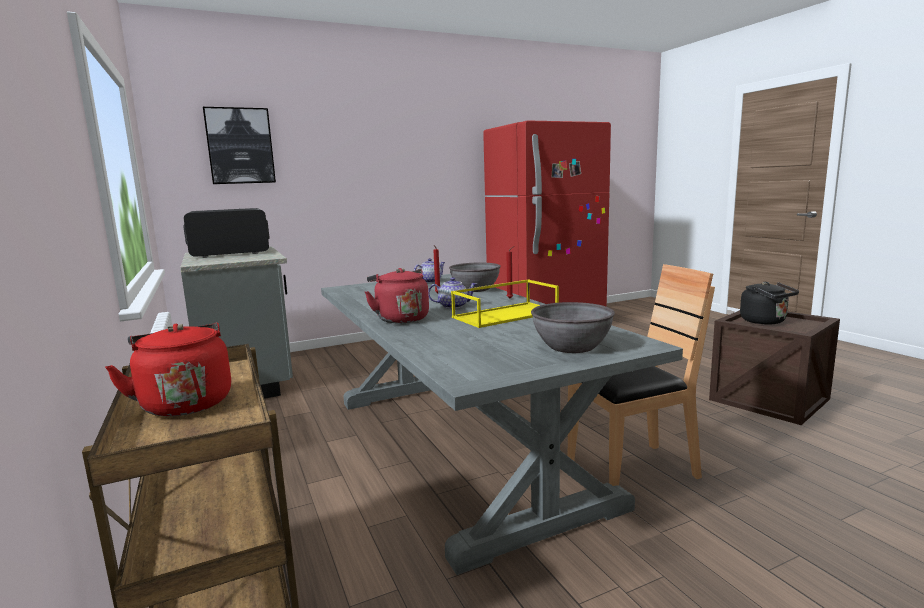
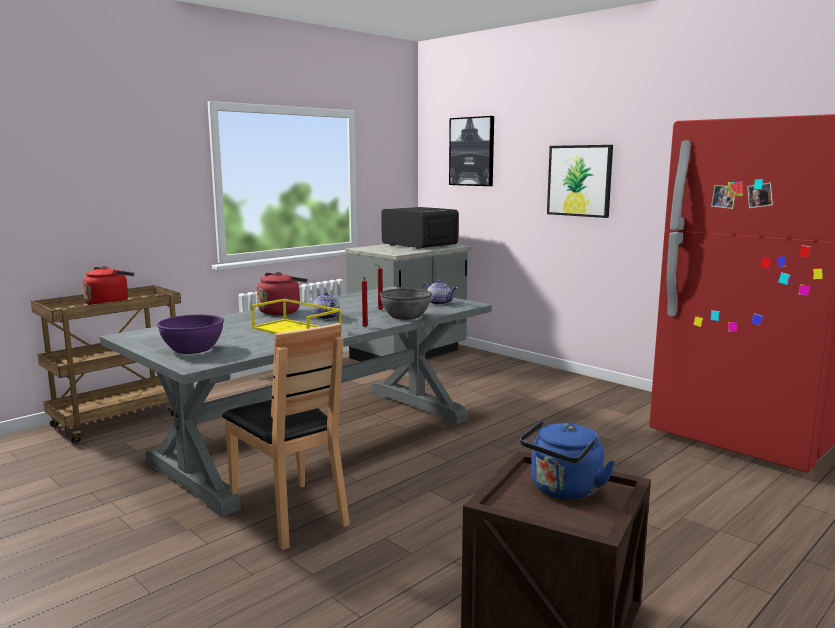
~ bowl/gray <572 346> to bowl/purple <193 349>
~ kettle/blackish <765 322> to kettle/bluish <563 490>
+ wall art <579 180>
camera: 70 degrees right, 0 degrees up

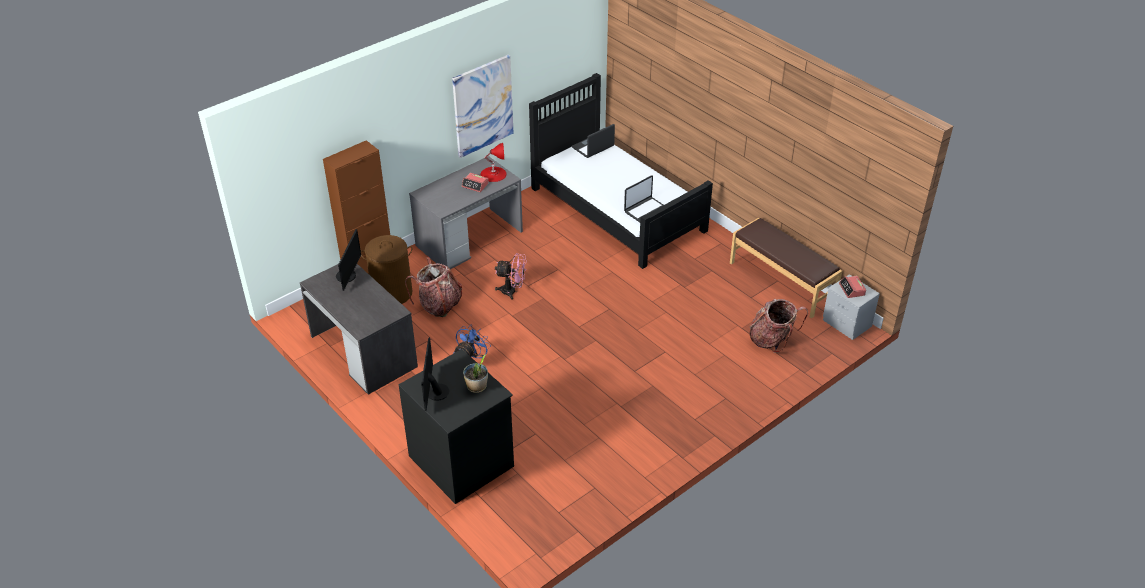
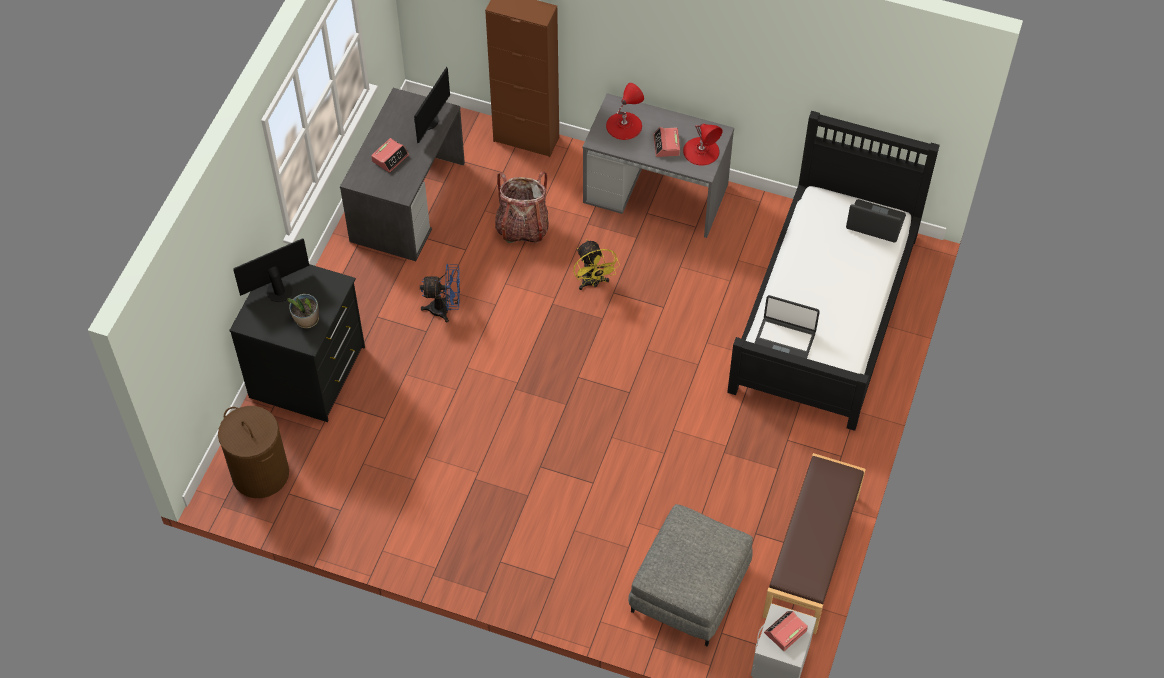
~ computer display <348 276> = <429 121> 45 degrees counterclockwise
~ hamper/brown <392 293> to <260 473>
- wall art <483 106>
~ fan/pink-coloured <512 291> to fan/yellowish <593 283>
~ rucksack <772 340> to footrest/gray <690 588>
+ table clock <390 158>
+ lamp for a table/red <624 125>
camera: 60 degrees right, 15 degrees up

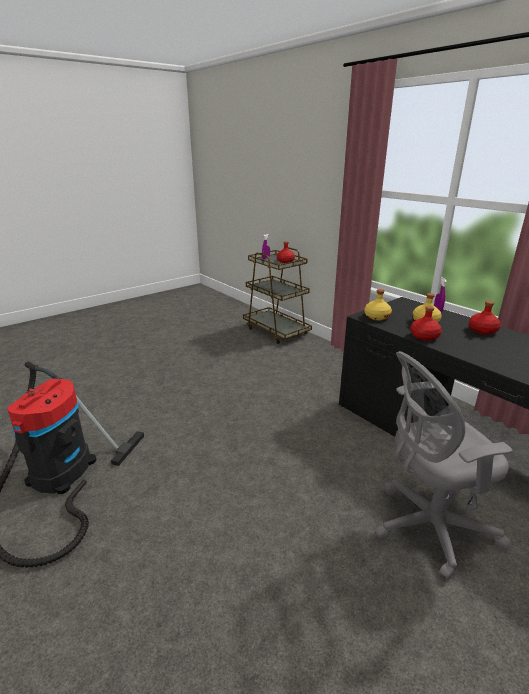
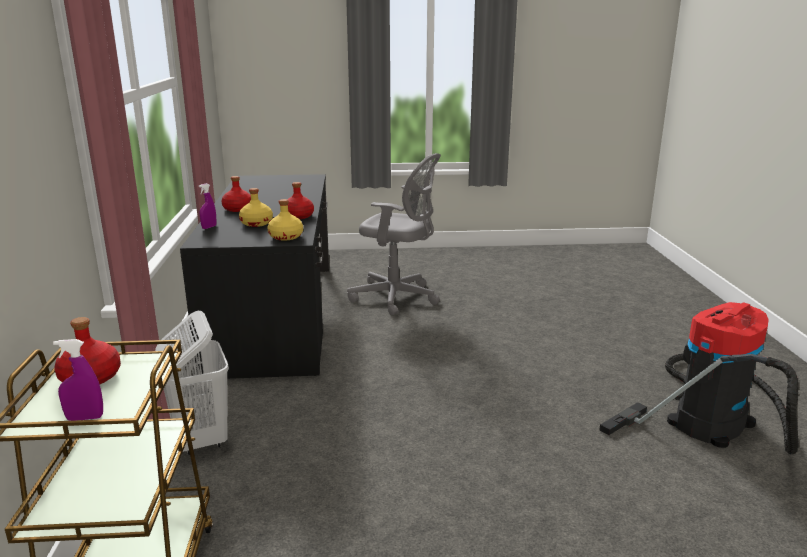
+ hamper/white-coloured <201 439>
camera: 145 degrees left, 5 degrees down

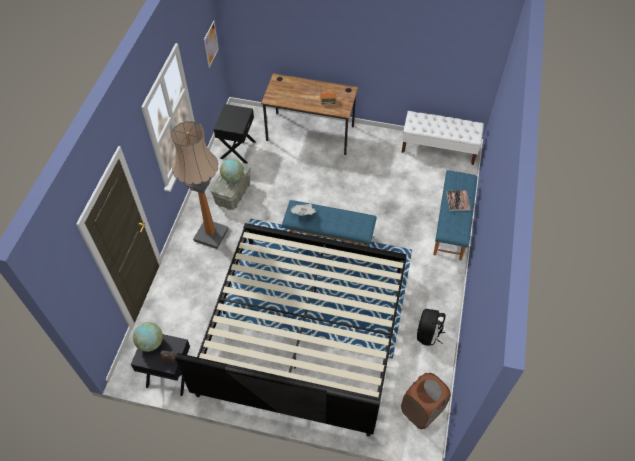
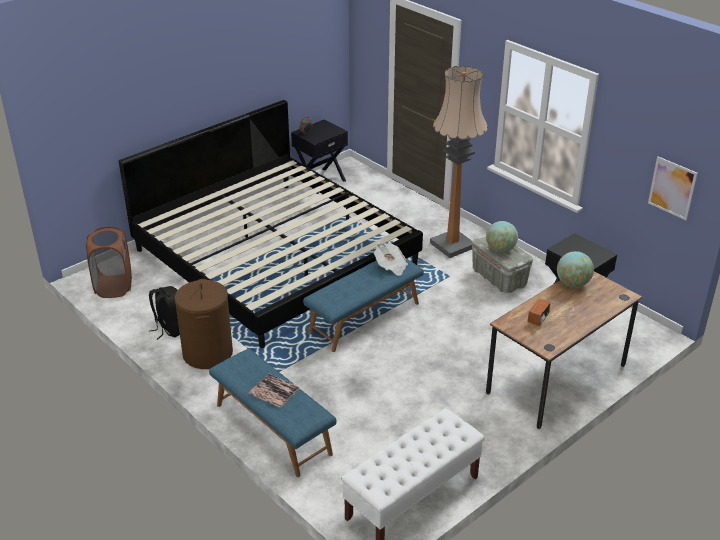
~ world globe <150 343> to <572 284>
+ hamper/brown <208 353>
camera: 125 degrees right, 20 degrees down

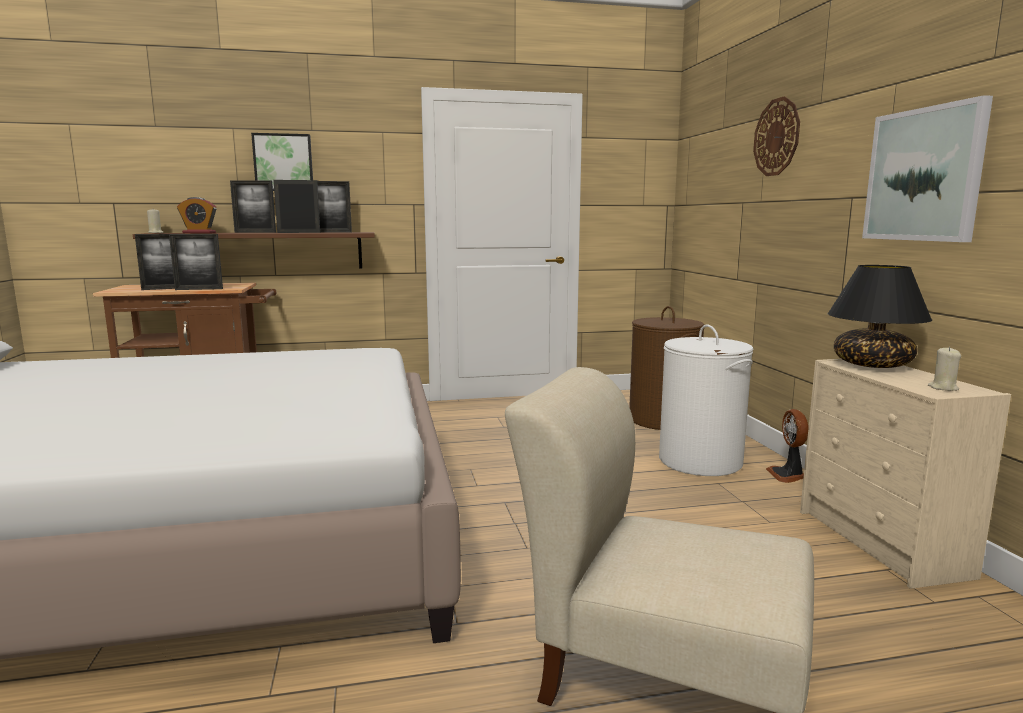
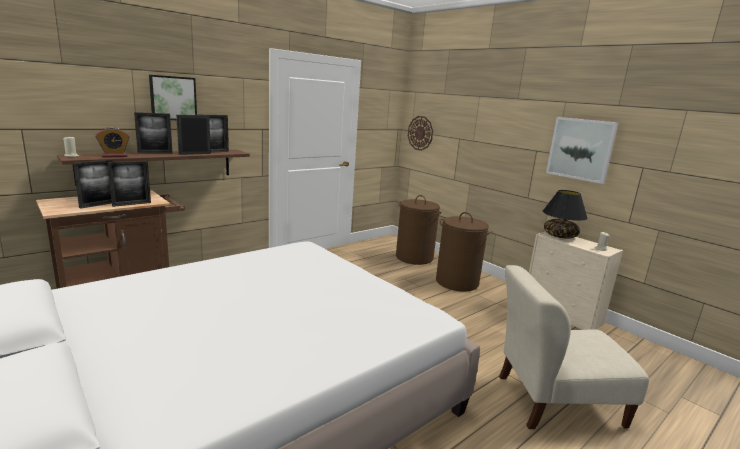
~ hamper/white-coloured <700 461> to hamper/brown <457 282>
~ clock on the wall <776 137> to <420 133>
- fan <788 475>
camera: 30 degrees left, 5 degrees up

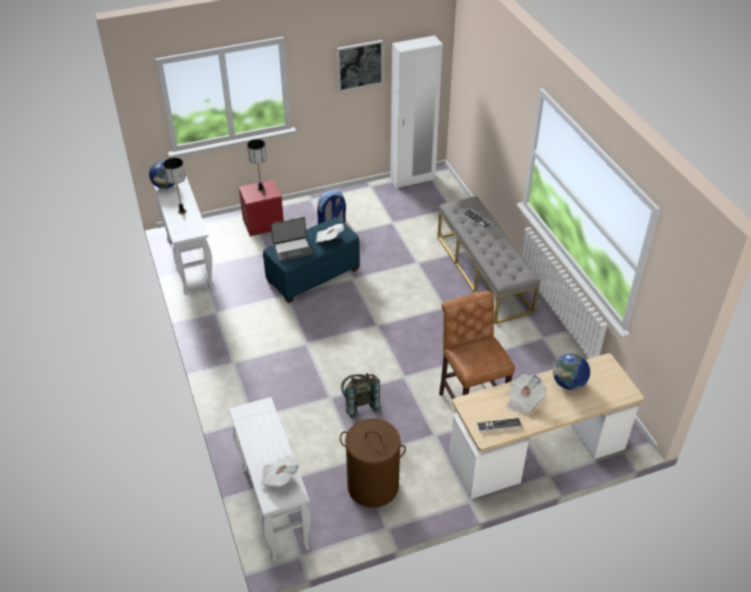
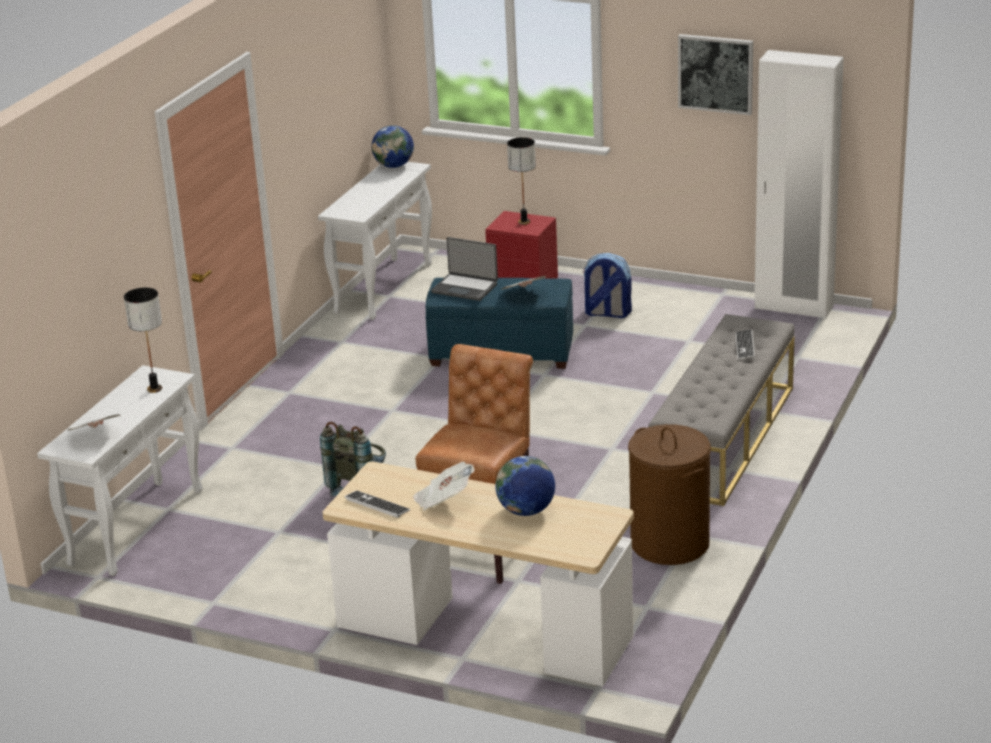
~ lamp for a table <182 211> to <155 389>
~ hamper/brown <372 486> to <669 543>
camera: 45 degrees right, 15 degrees down

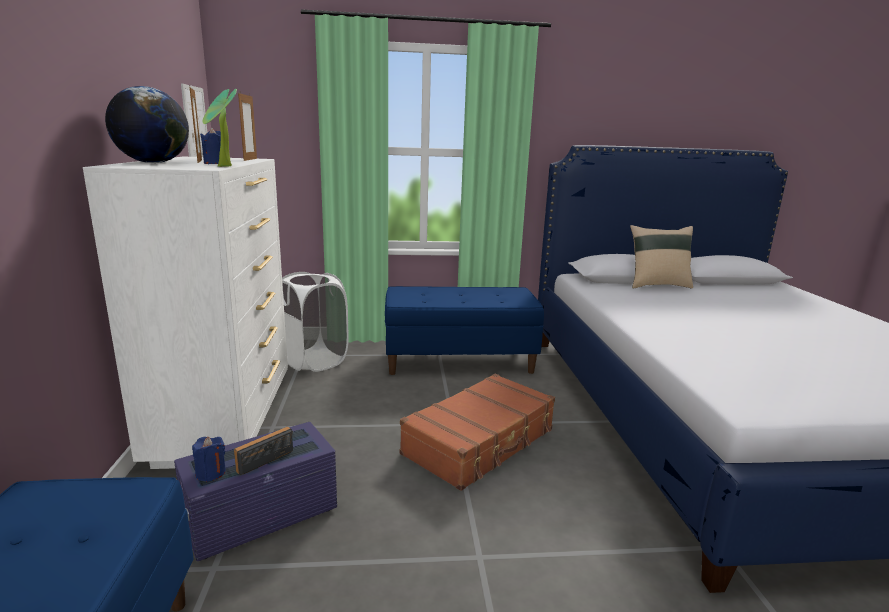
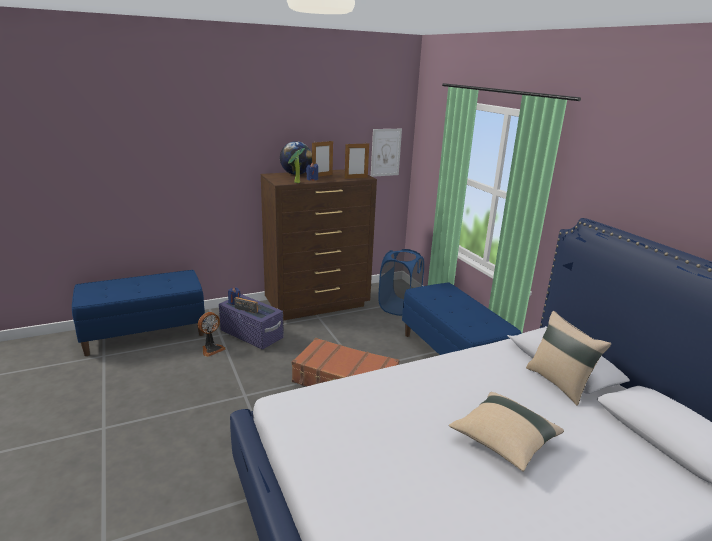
~ dresser/white-coloured <227 418> to dresser/brown <318 304>
~ hamper/white-coloured <313 360> to hamper/bluish <399 307>
+ fan <211 349>
+ cushion/sand-coloured <503 441>
camera: 70 degrees right, 5 degrees up

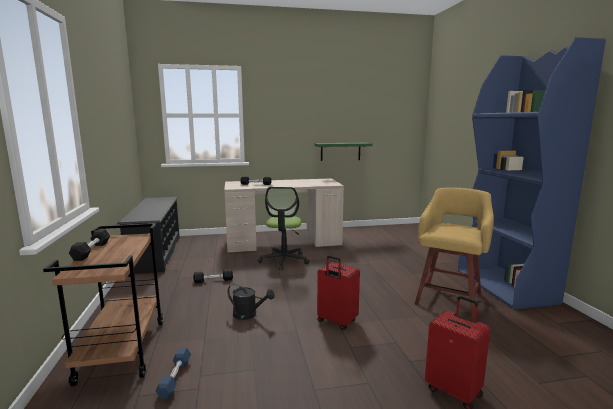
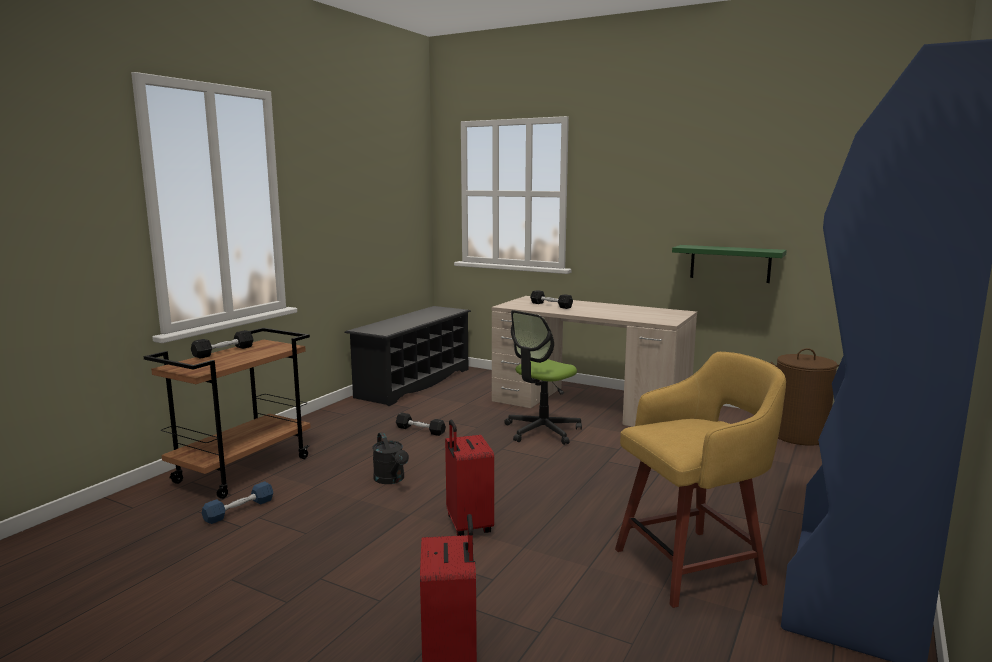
+ hamper/brown <799 435>
camera: 40 degrees right, 0 degrees up

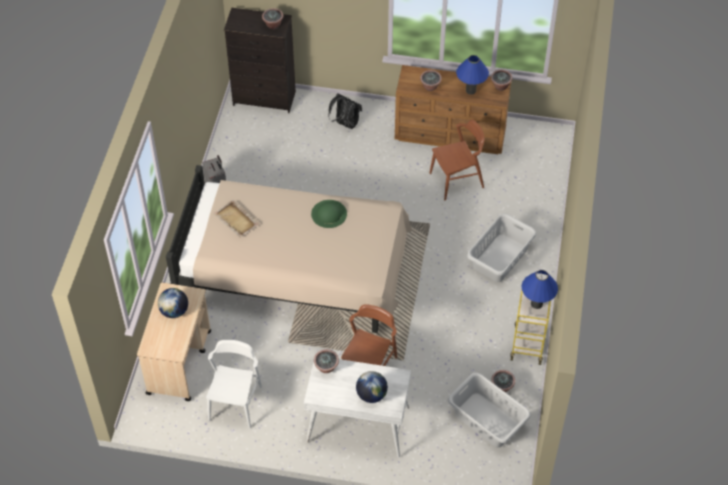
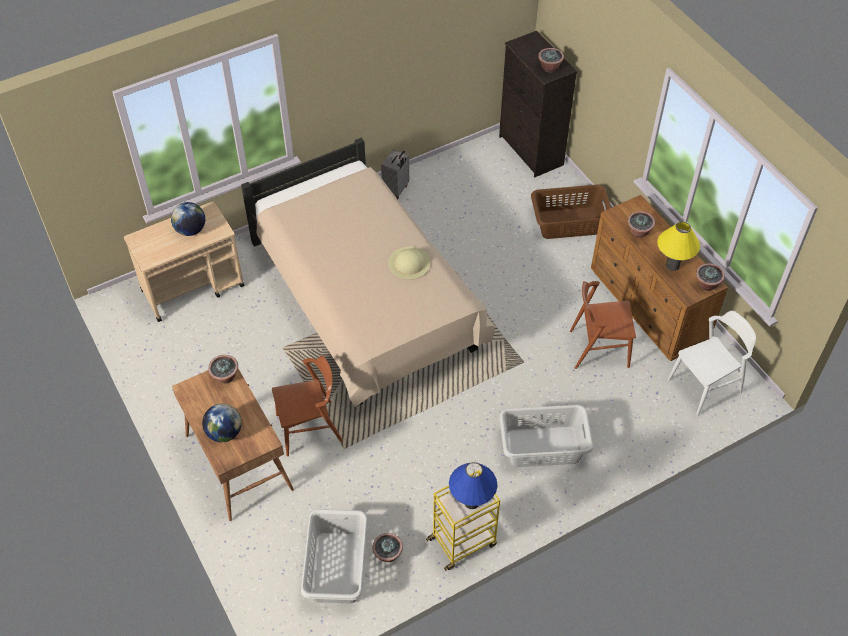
~ chair/white-coloured <235 403> to <705 386>
- serving tray/sand-coloured <236 220>
~ desk table/white-coloured <357 425> to desk table/brown <238 462>
~ wearable hat/green <329 213> to wearable hat/sand-coloured <409 263>
~ rucksack/blackish <345 124> to hamper/brown <568 223>
~ chair/brown <457 180> = <599 348> 150 degrees clockwise
~ lamp for a table/bluish <470 90> to lamp for a table/yellowish <672 265>
camera: 50 degrees right, 0 degrees up

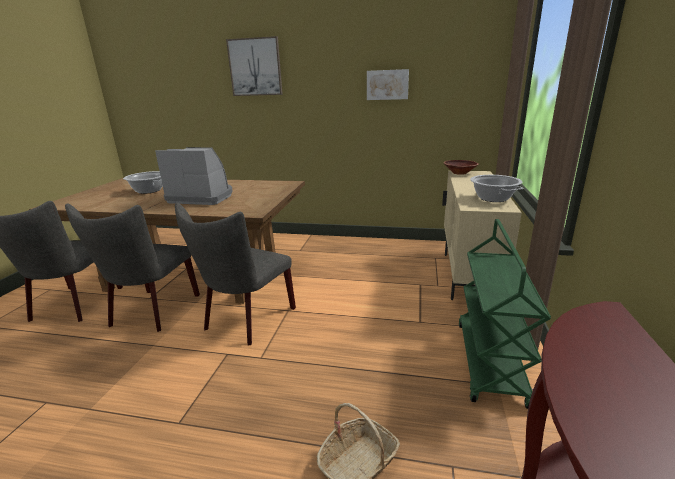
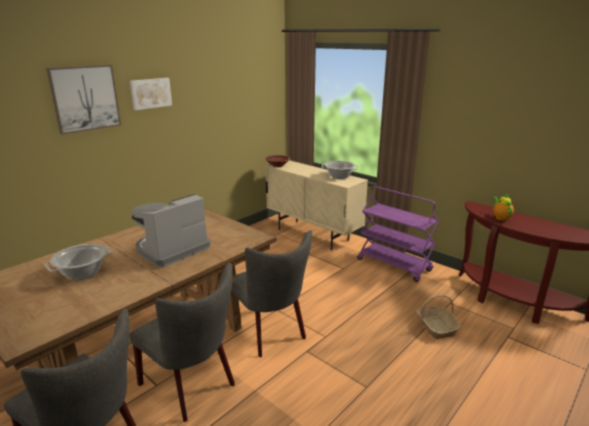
~ wall art <387 84> to <150 93>
~ cart/green <490 363> to cart/purple <394 265>
+ tea pot <500 217>
camera: 60 degrees left, 0 degrees up

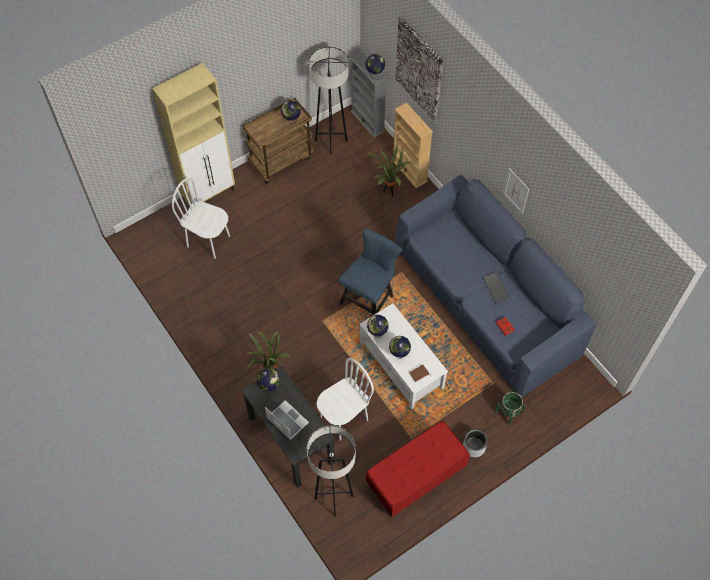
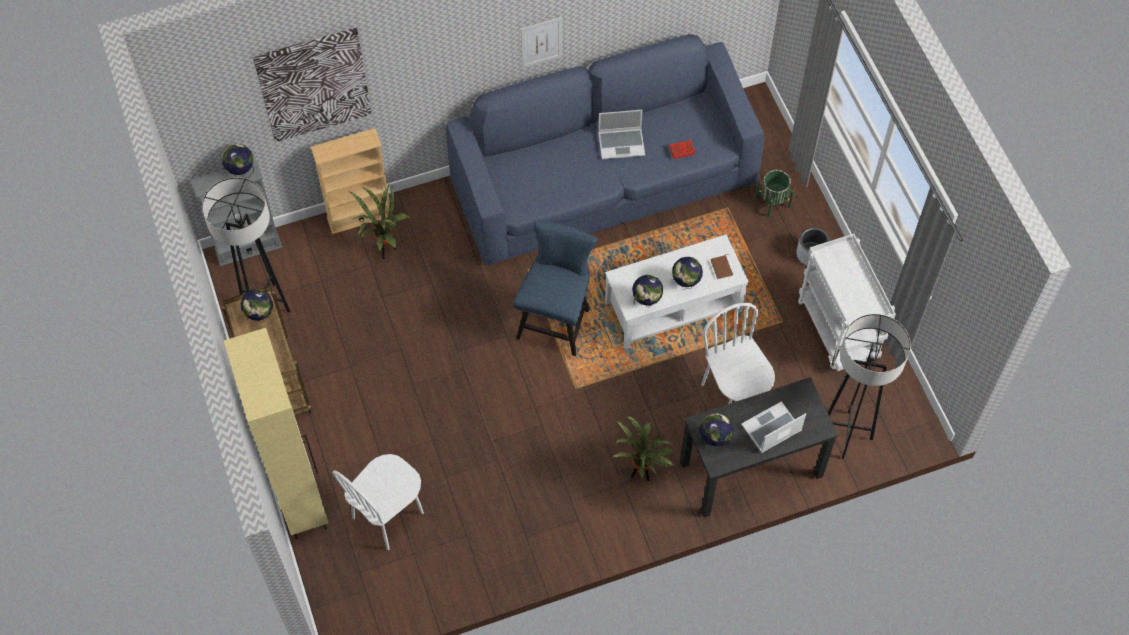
~ chair/bluish <369 297> = <556 319> 60 degrees clockwise
~ long seat/red <416 477> to cart/white-coloured <838 330>
~ keyboard <496 288> to notebook computer <622 144>
camera: 75 degrees left, 0 degrees up

